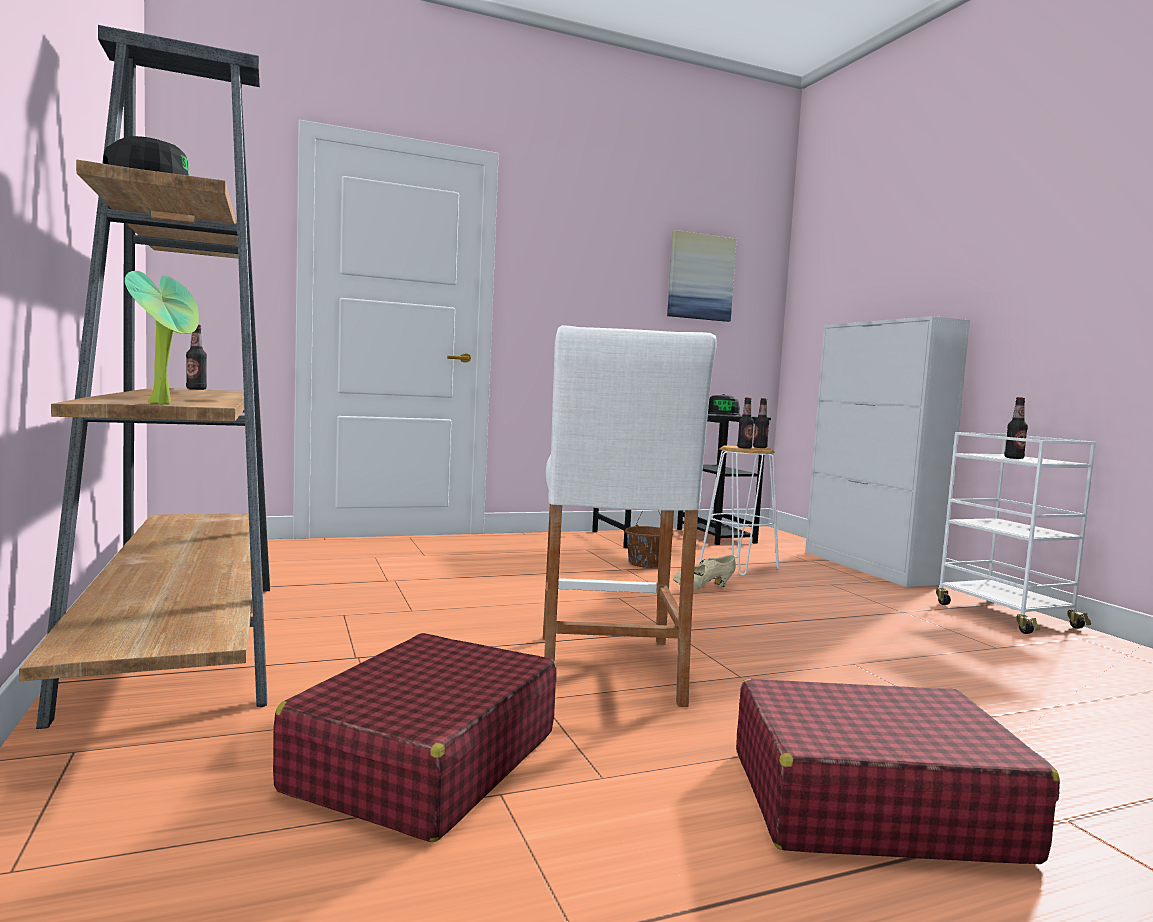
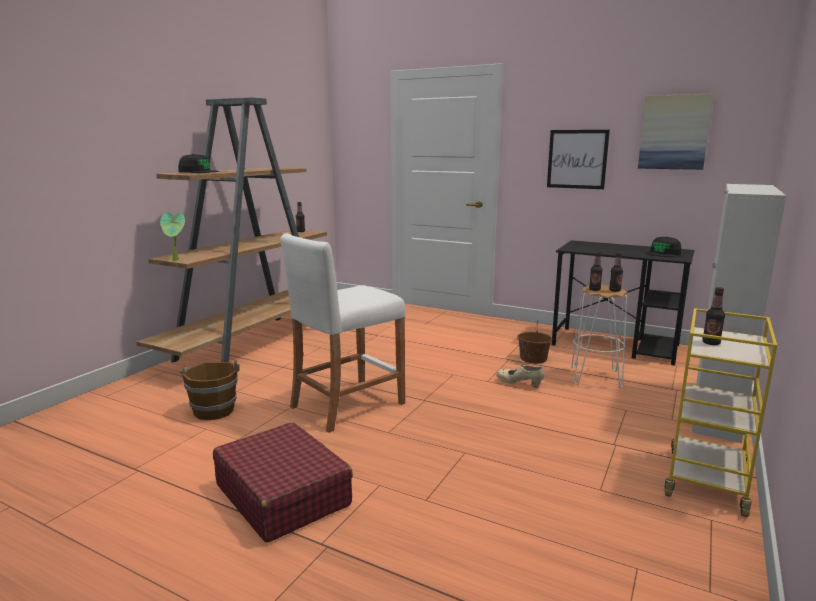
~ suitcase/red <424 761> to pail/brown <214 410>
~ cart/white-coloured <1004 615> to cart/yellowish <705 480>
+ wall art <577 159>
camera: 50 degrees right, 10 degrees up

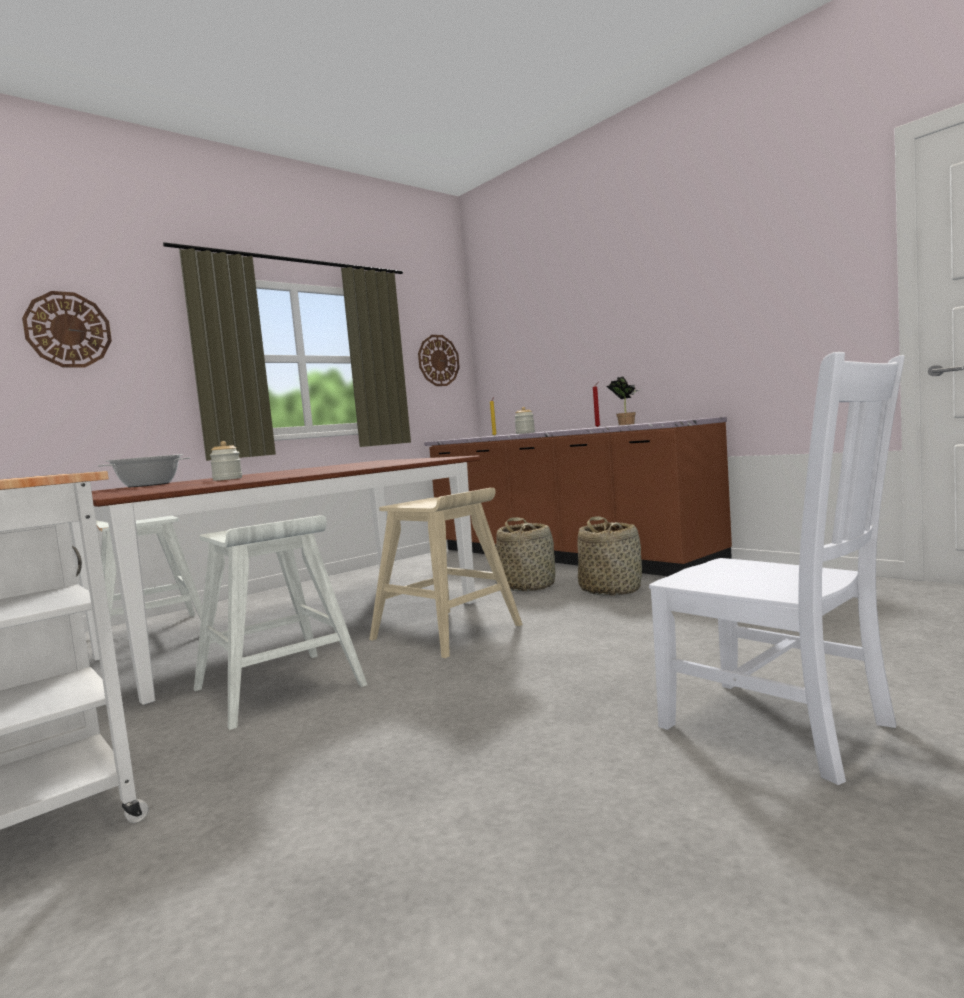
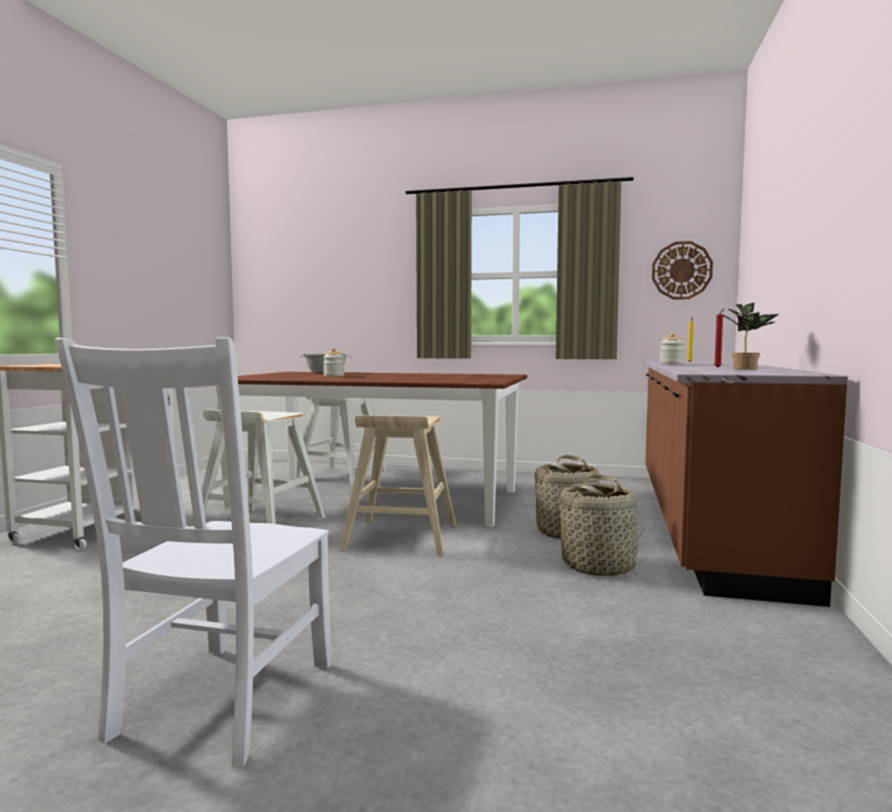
- clock on the wall <68 330>
camera: 55 degrees right, 0 degrees up

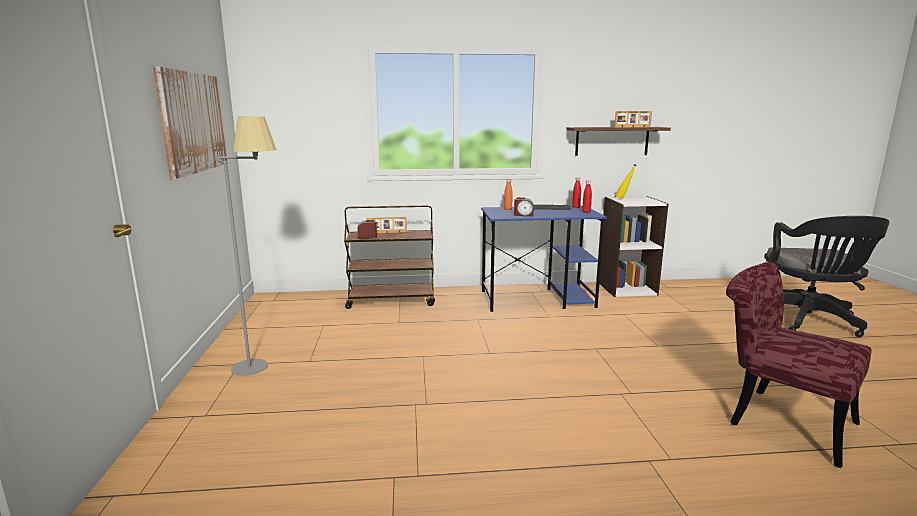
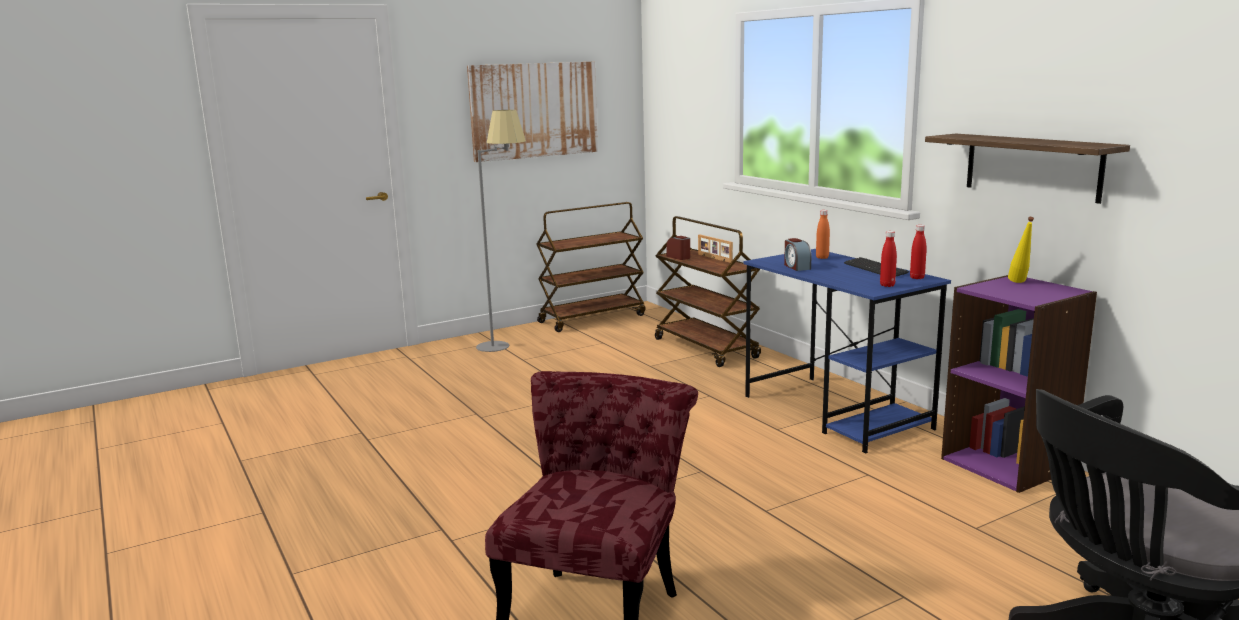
~ bookshelf/white-coloured <627 288> to bookshelf/purple <1008 463>
- photo frame <632 127>
+ cart/brown <592 318>
camera: 65 degrees right, 0 degrees up

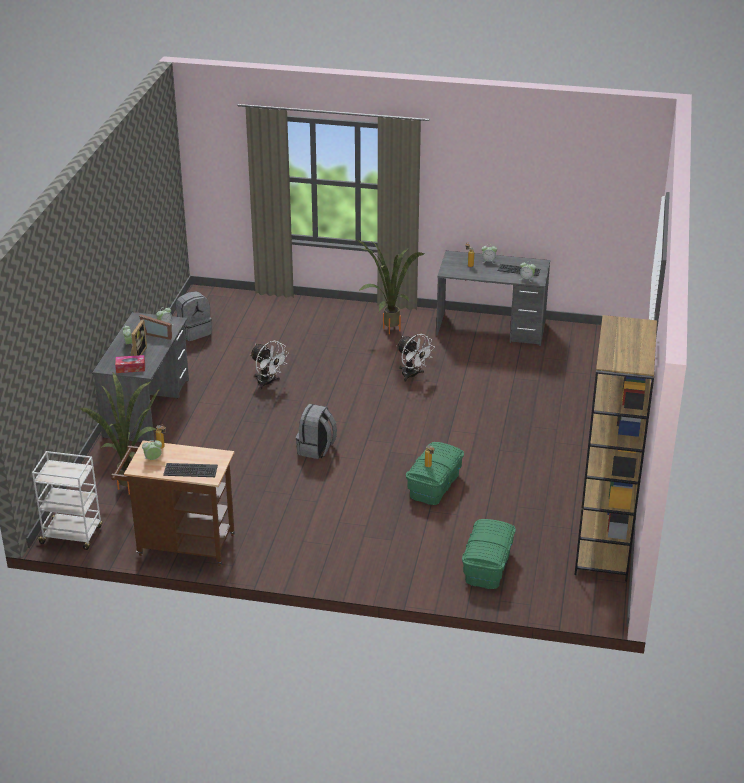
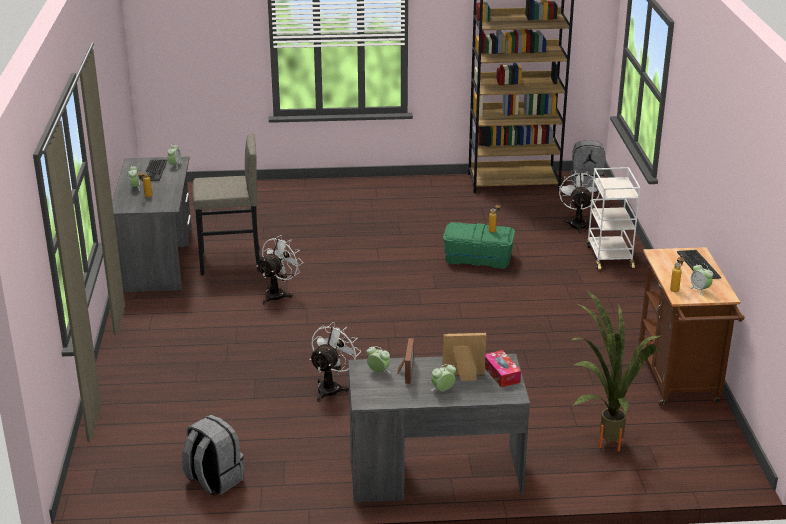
~ cart/white-coloured <72 535> to <609 257>
~ rucksack/gray <316 449> to <586 185>
- houseplant <386 330>
~ storage box/green <487 566> to fan/white-coloured <577 223>
+ sitting stool/gray <230 262>
camera: 105 degrees left, 5 degrees down

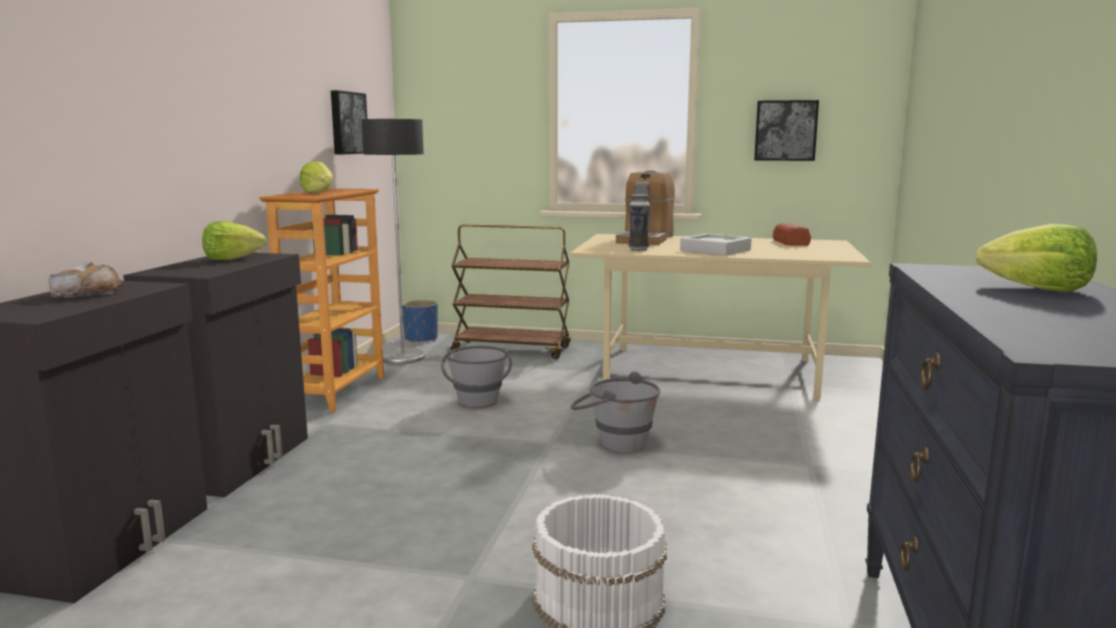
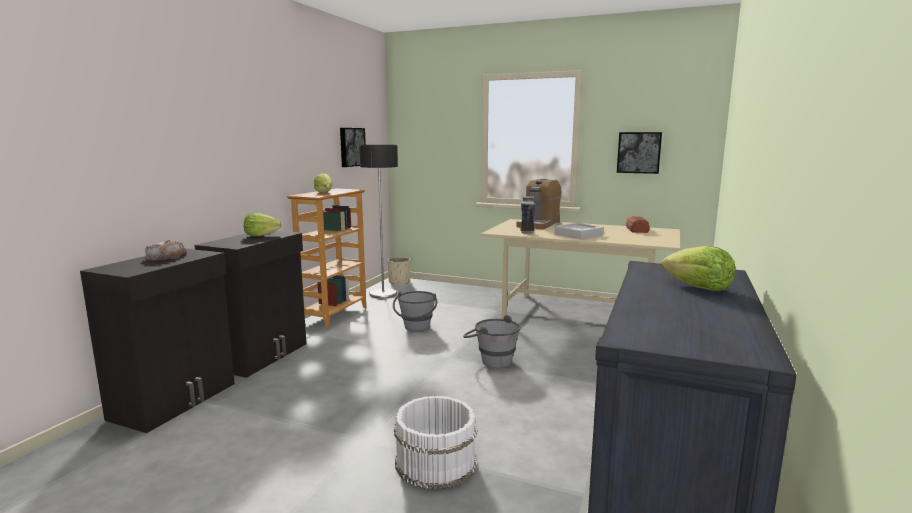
~ planter/bluish <421 339> to planter/sand-coloured <399 282>
- cart/brown <512 350>
camera: 10 degrees right, 0 degrees up

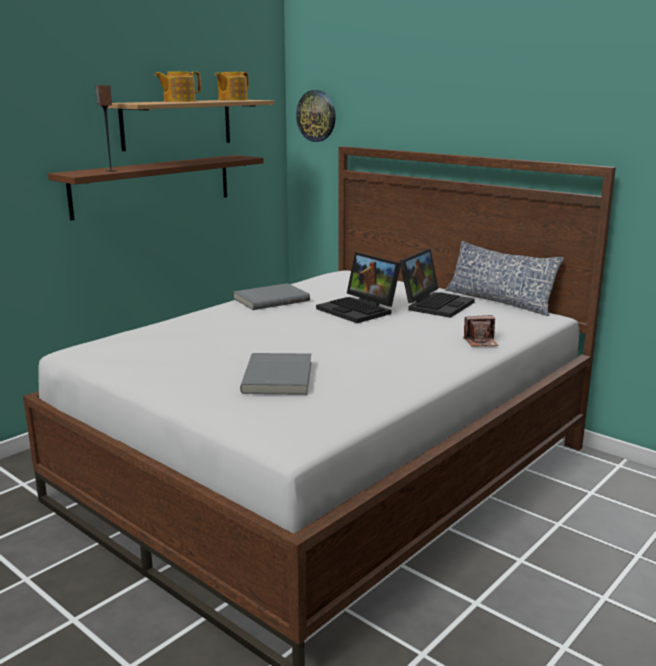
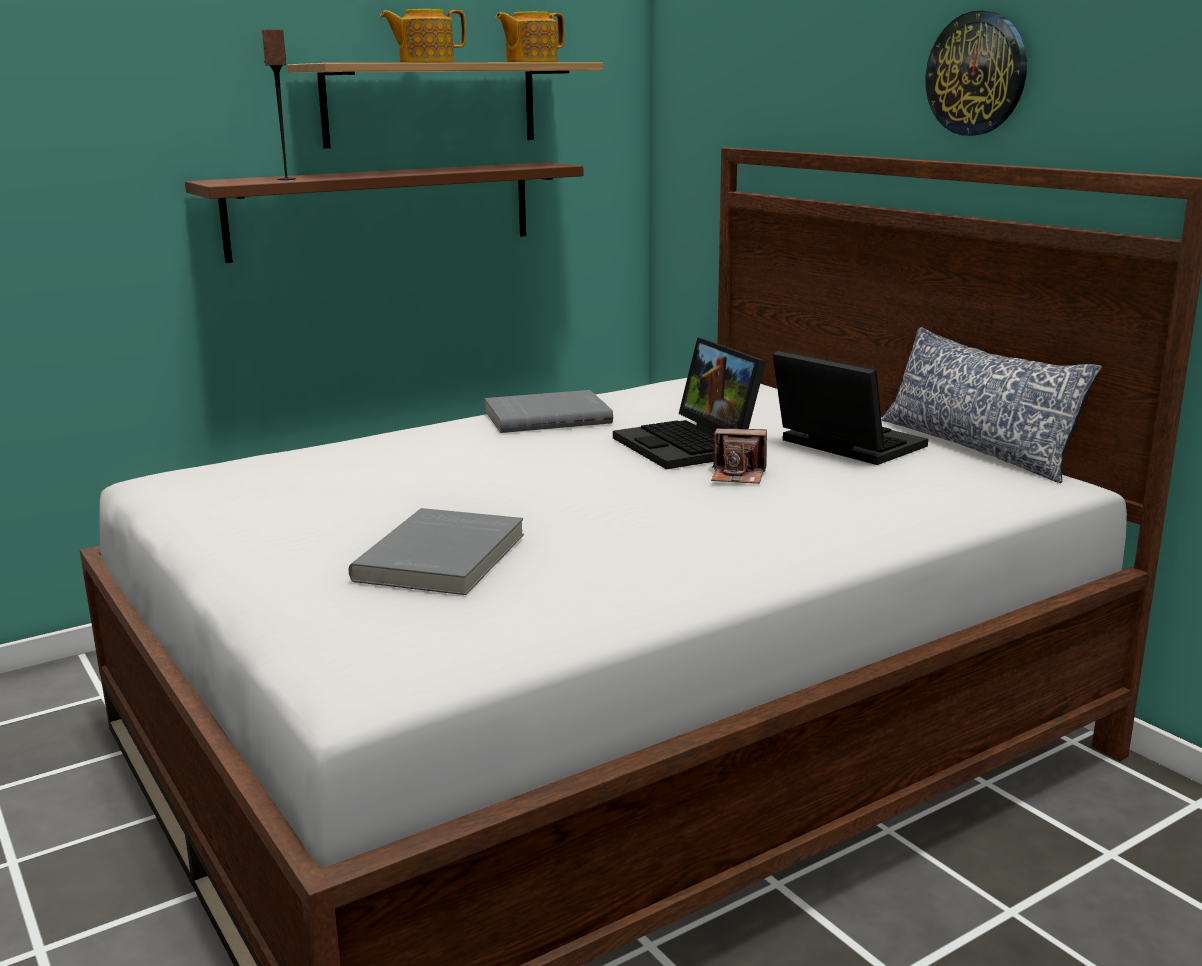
~ clock on the wall <316 116> to <977 74>
~ notebook computer <435 304> = <842 445> 90 degrees counterclockwise
~ photo camera <481 342> to <738 475>
camera: 15 degrees right, 0 degrees up

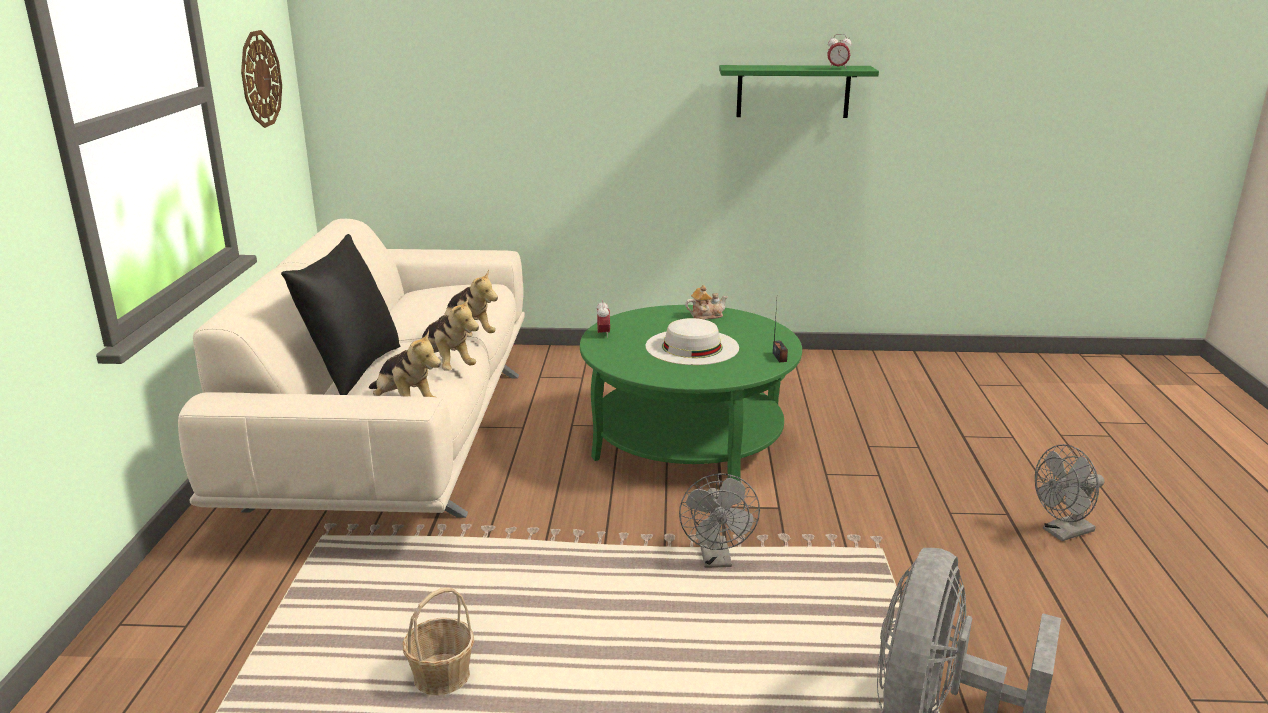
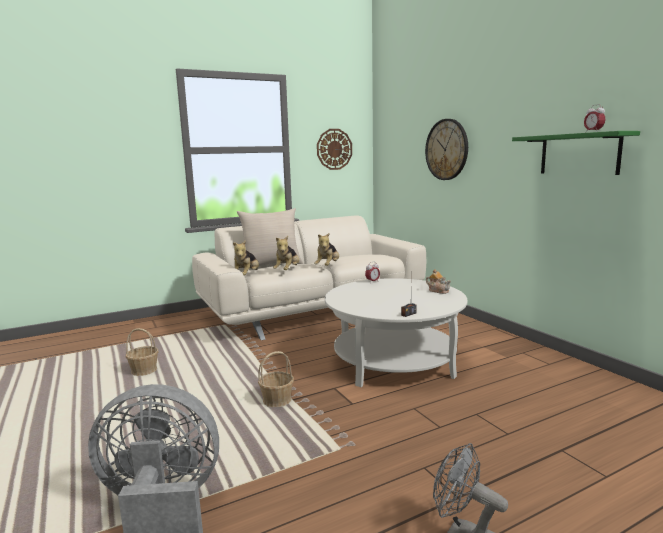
~ cushion/blackish <353 370> to cushion/sand-coloured <271 265>
~ coffee table/green <687 440> to coffee table/white-coloured <394 361>
- wearable hat/white-coloured <692 347>
~ fan/gray <717 560> to storage basket <277 400>
+ clock on the wall <447 149>
camera: 60 degrees right, 10 degrees down

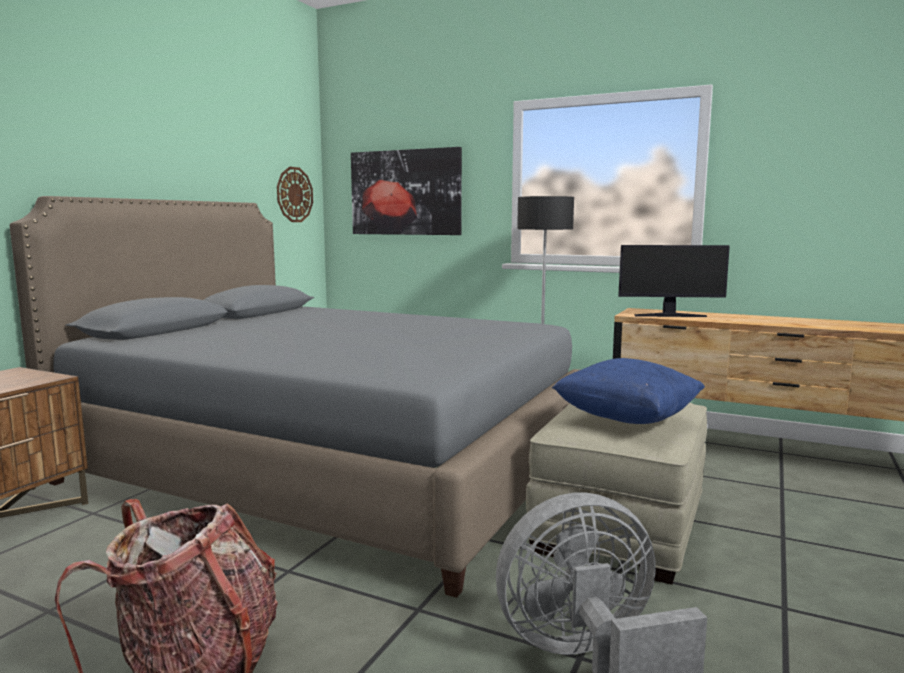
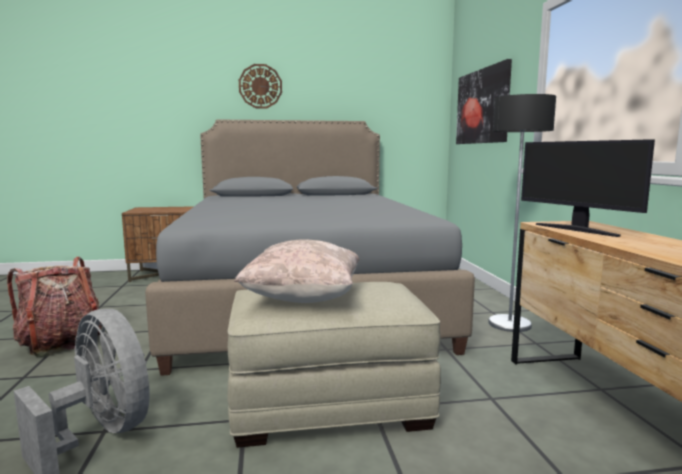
~ clock on the wall <294 194> to <260 86>
~ cushion/bluish <627 420> to cushion/sand-coloured <304 298>
camera: 55 degrees right, 0 degrees up

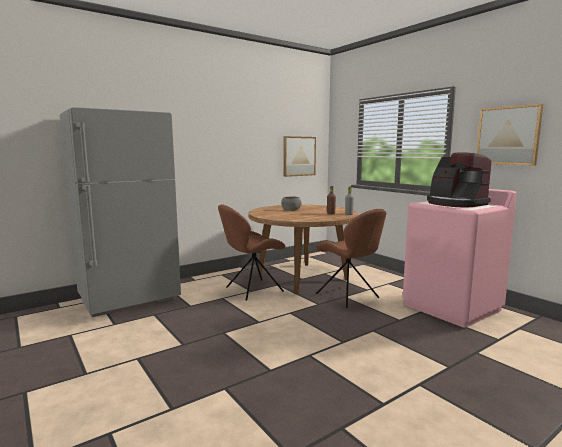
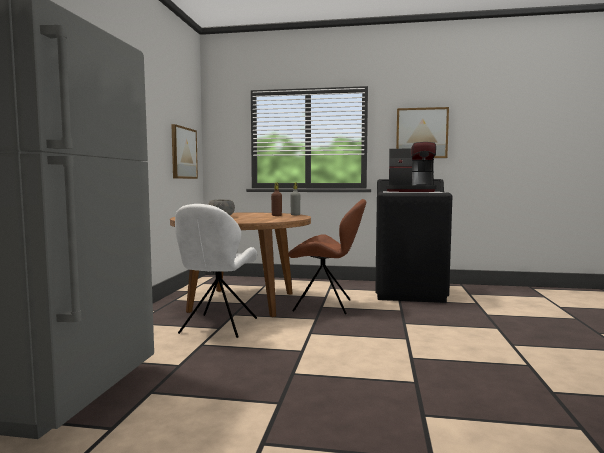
~ chair/brown <252 290> to chair/white-coloured <218 327>
~ laundry appliance/pink-coloured <452 307> to laundry appliance/blackish <409 292>
camera: 45 degrees left, 5 degrees down

